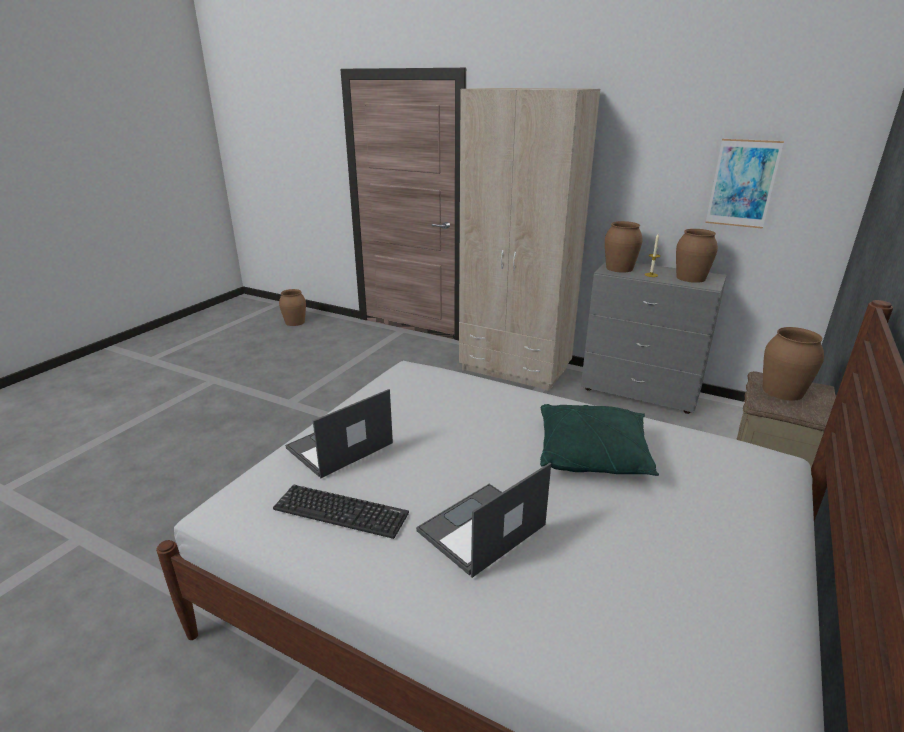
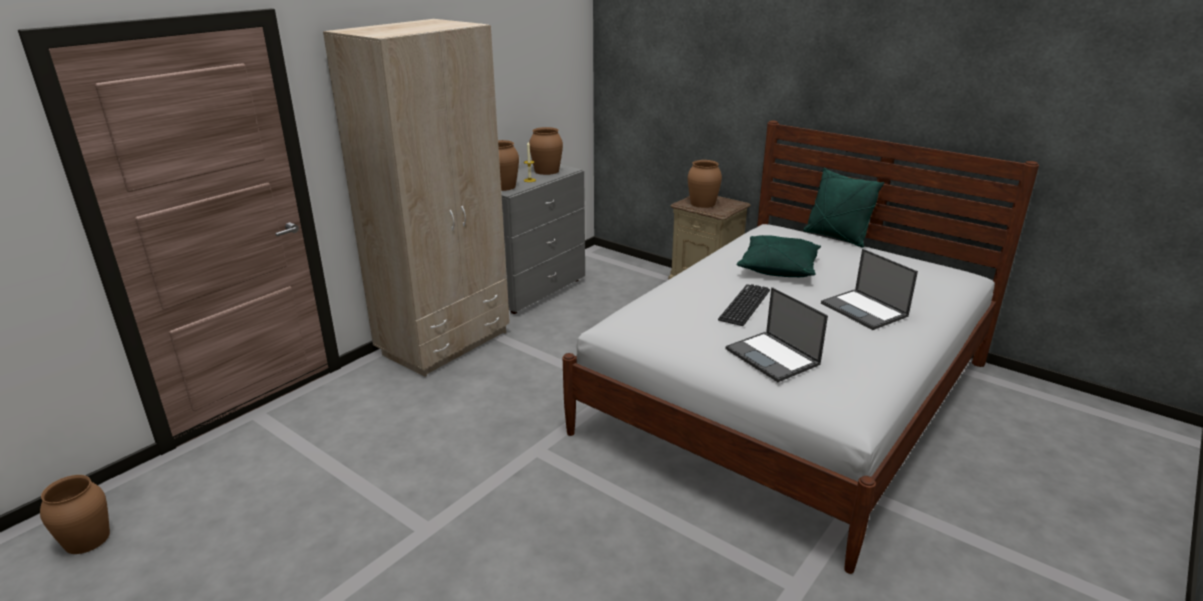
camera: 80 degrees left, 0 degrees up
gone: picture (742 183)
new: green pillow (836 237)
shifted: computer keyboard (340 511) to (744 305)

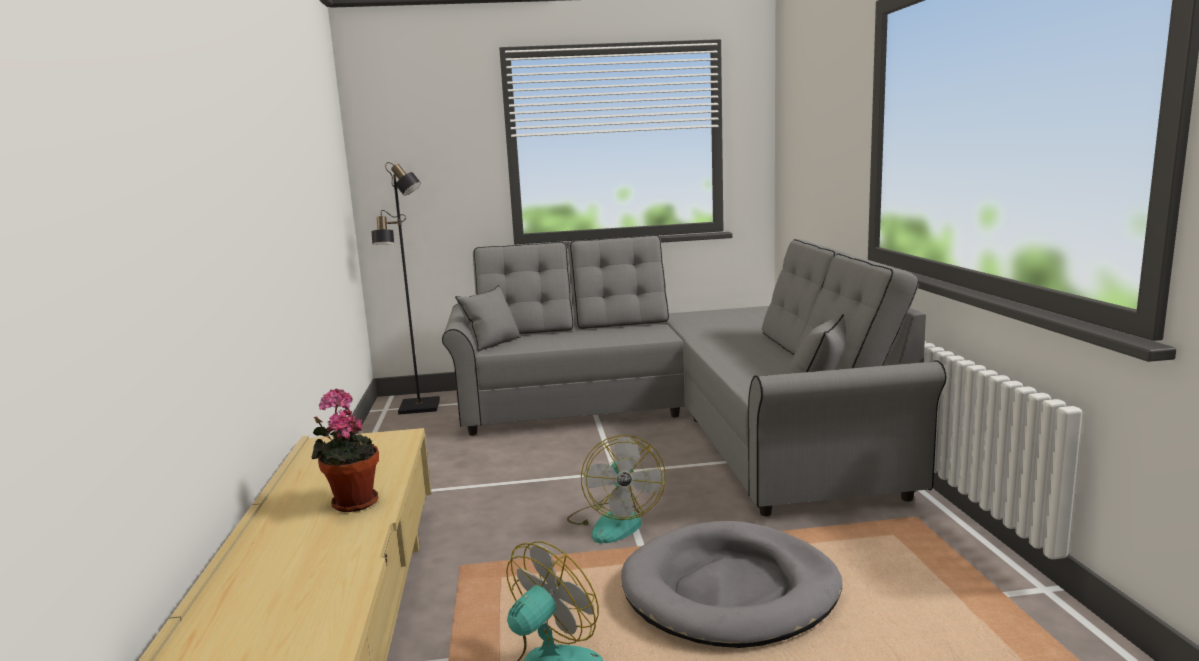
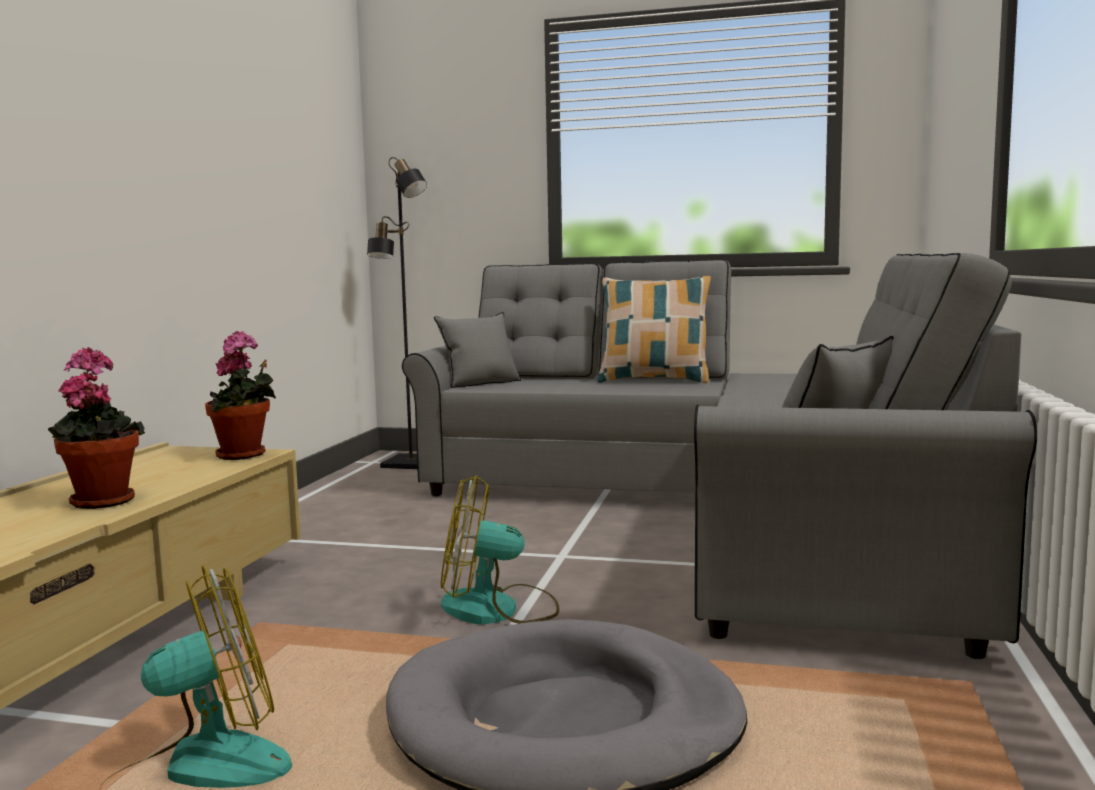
camera: 20 degrees right, 5 degrees down
new: houseplant (244 455); pillow (654 380)
rotated: fan (614 522) = (498 609) 75 degrees clockwise

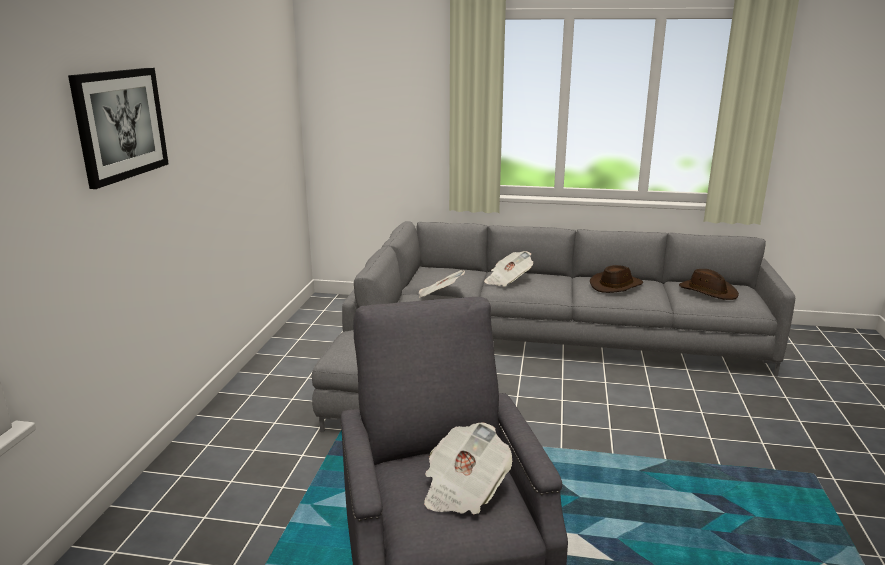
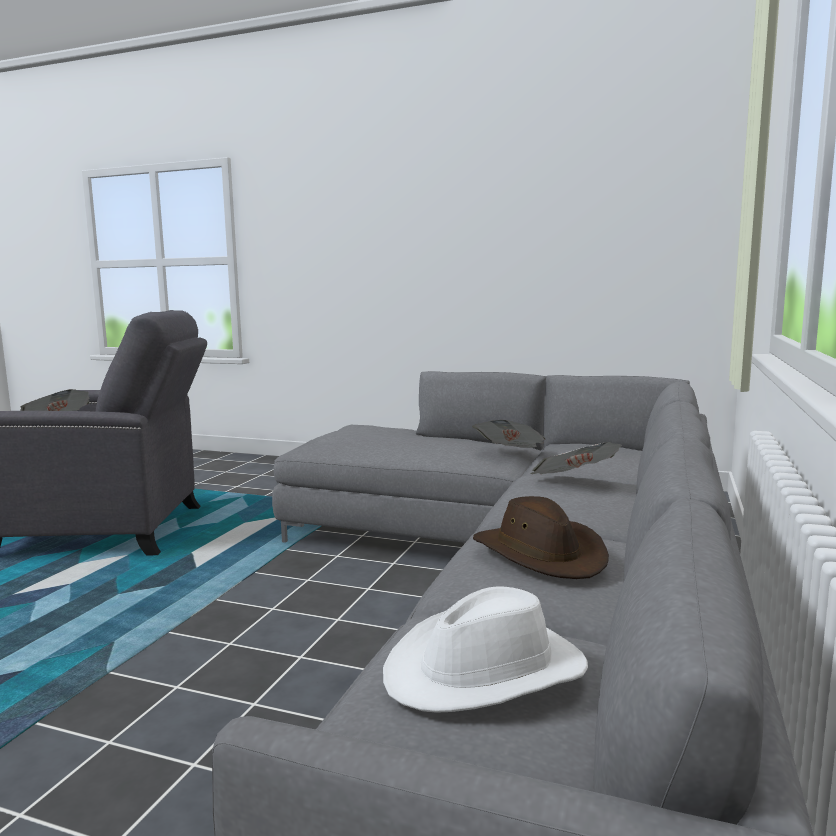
camera: 100 degrees right, 10 degrees down
gone: picture (120 124)
repainted: brownish clothing hat (707 291) to white-coloured clothing hat (486 671)

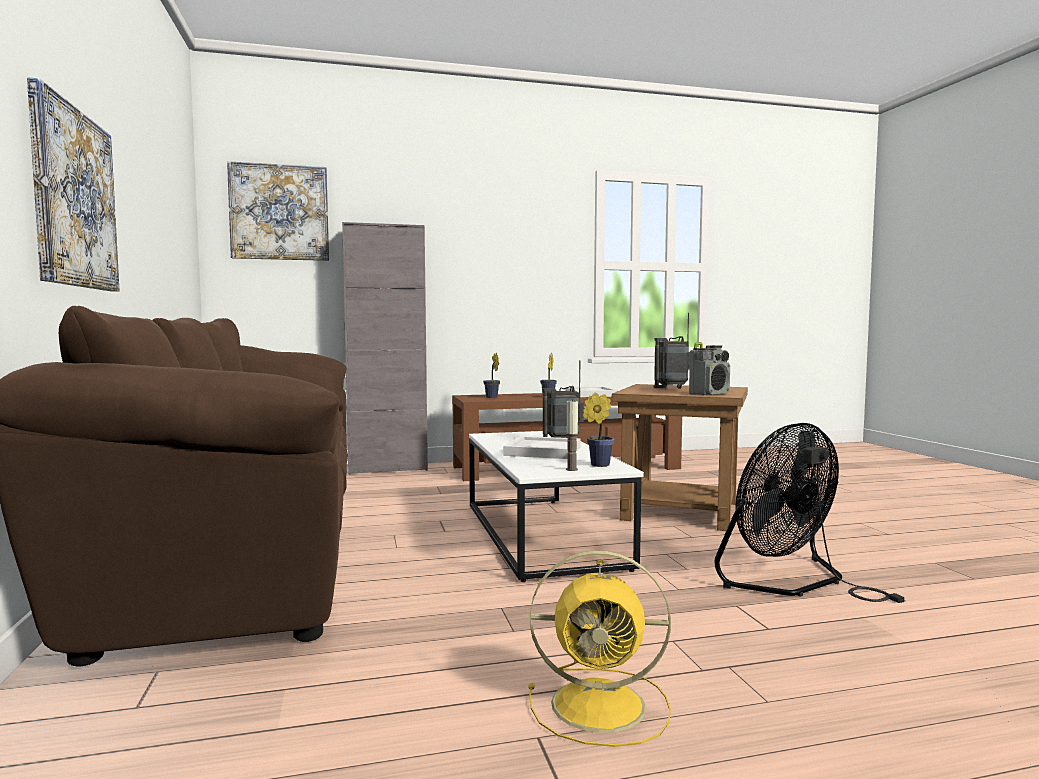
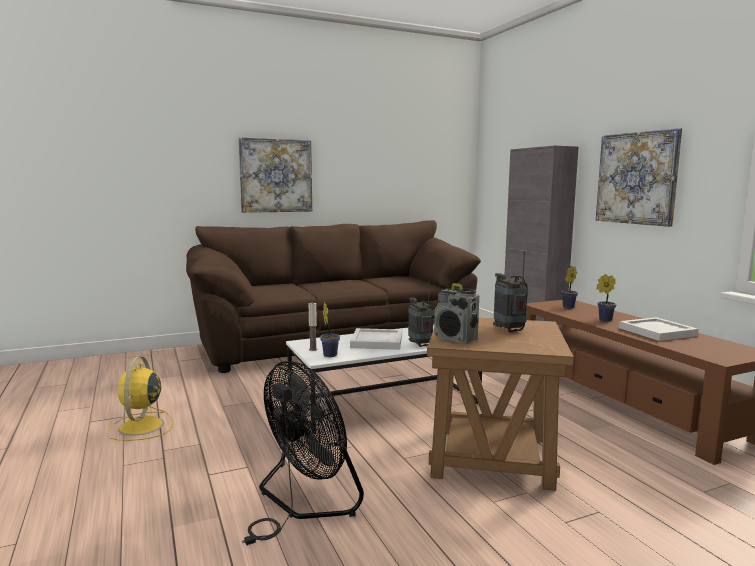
camera: 80 degrees right, 5 degrees up
shifted: picture (279 212) to (637 178)

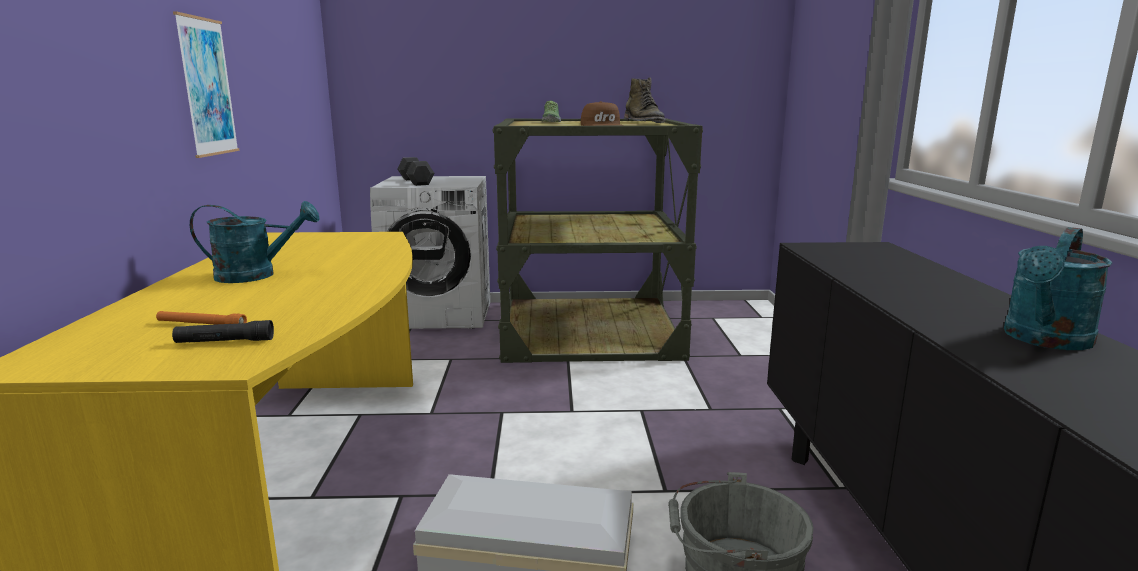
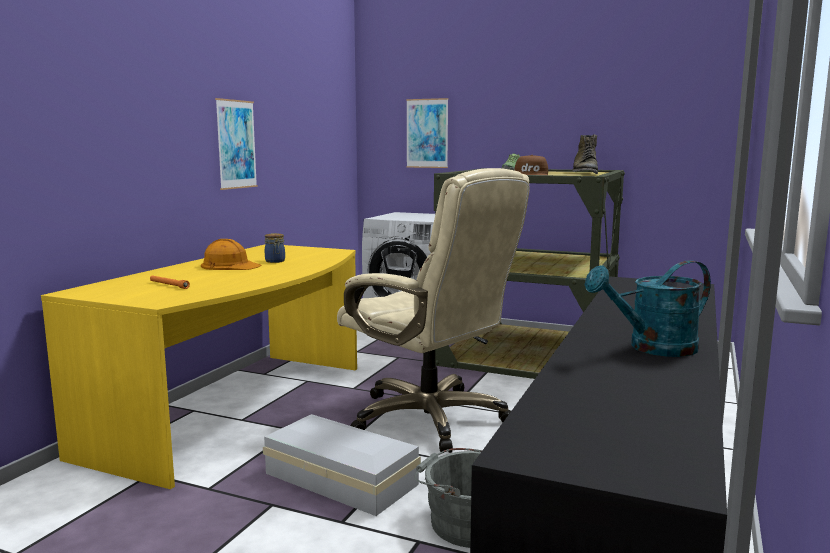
camera: 25 degrees right, 5 degrees down
gone: black-coloured flashlight (224 341); gray dumbbell (416 182)
new: preserve jar (275 261); sand-coloured computer chair (429 418); picture (427 133)
swapped: turquoise-coloured sprinkling can (256 275) to orange-coloured hard hat (230 266)

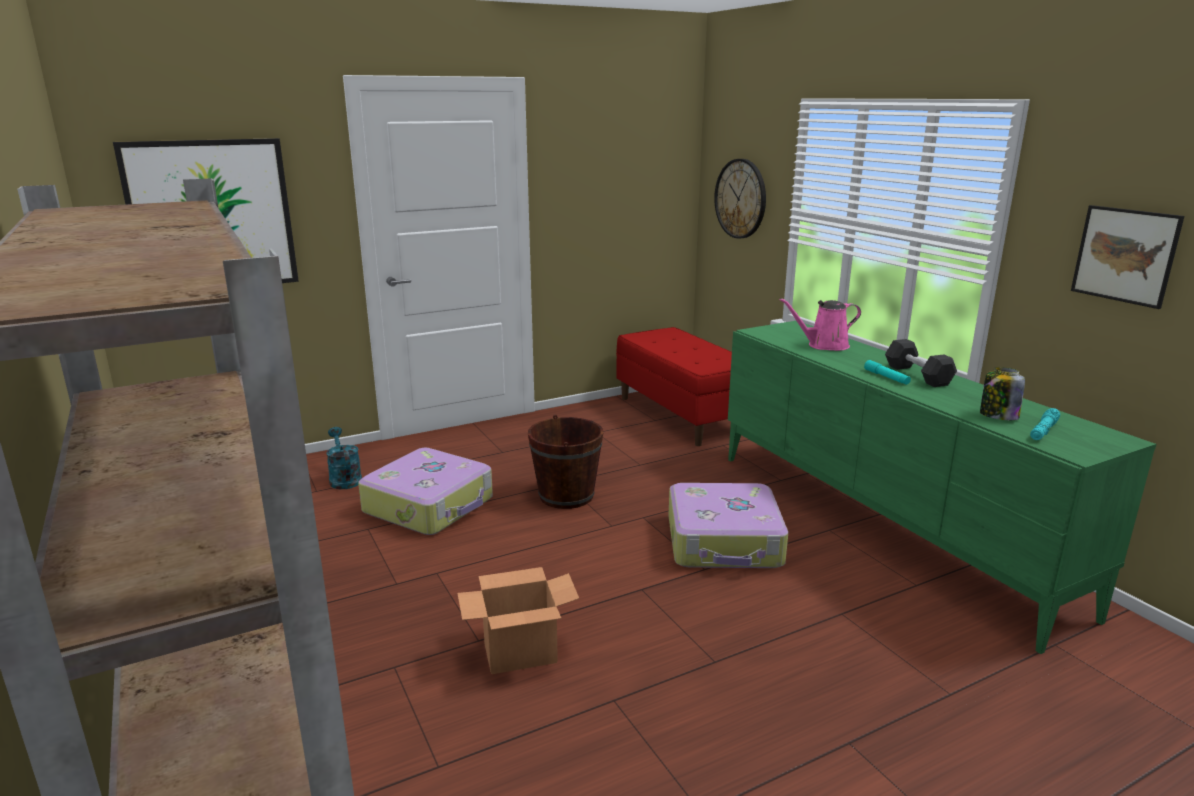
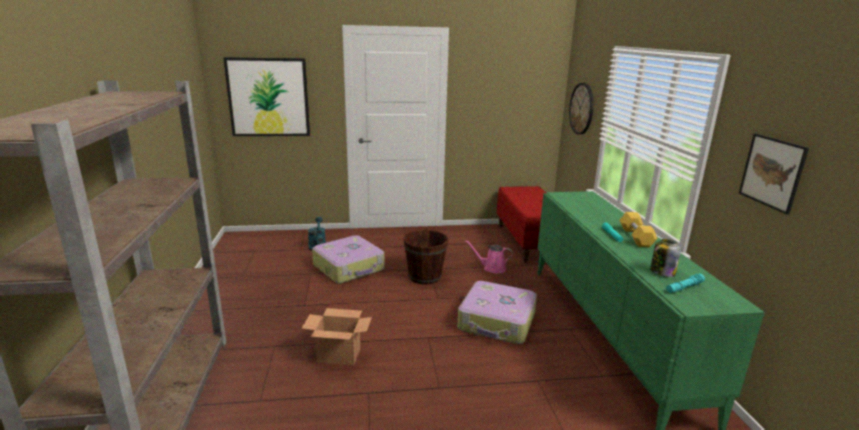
camera: 20 degrees right, 0 degrees up
shifted: pinkish sprinkling can (824 346) to (492 268)
repainted: black-coloured dumbbell (917 375) to yellowish dumbbell (636 237)

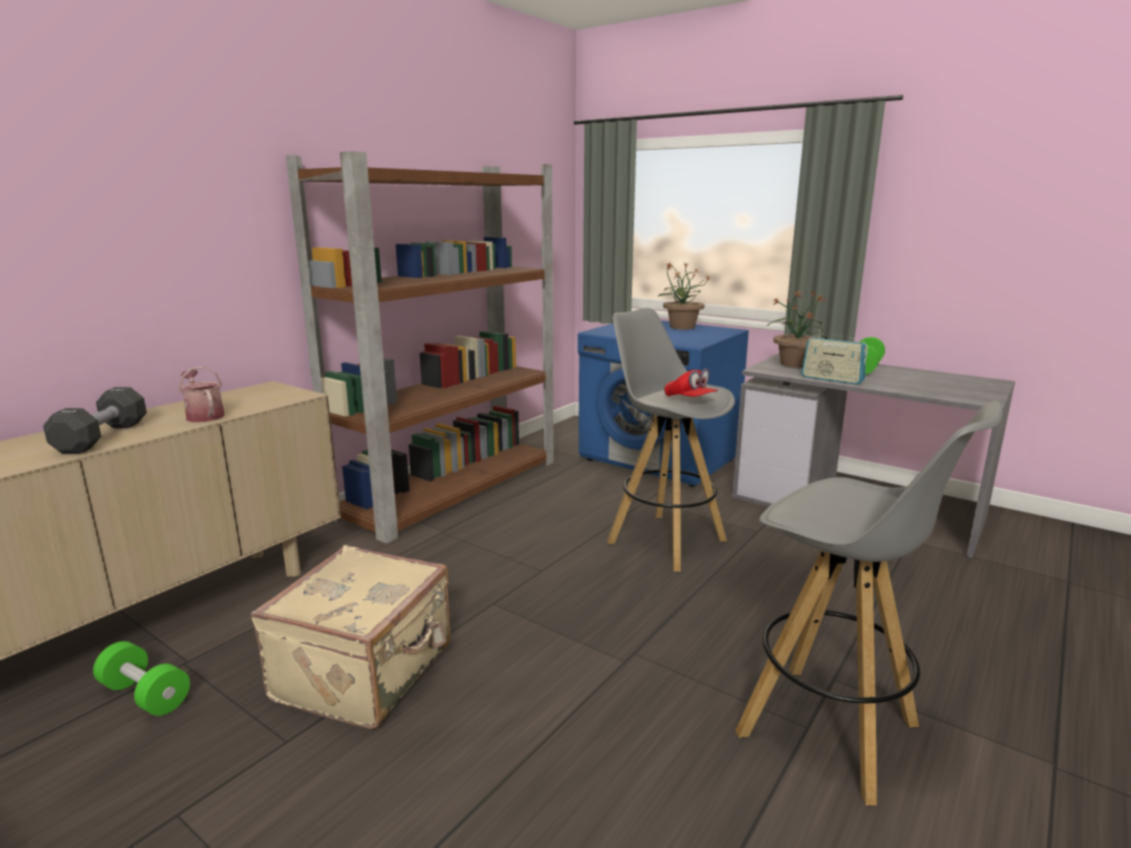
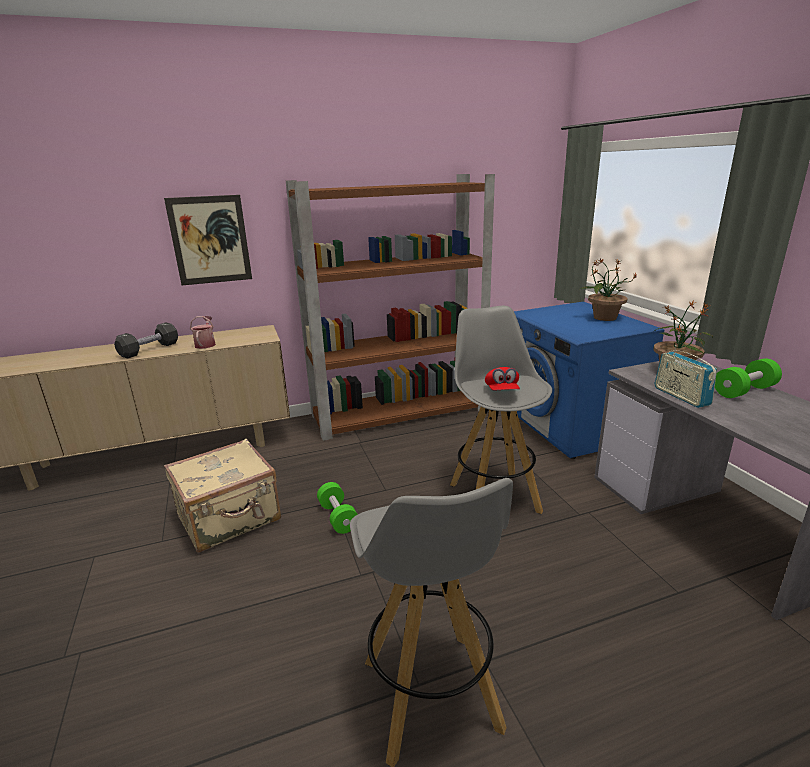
camera: 35 degrees right, 5 degrees up
new: picture (210 240)
shifted: green dumbbell (145 695) to (338 517)

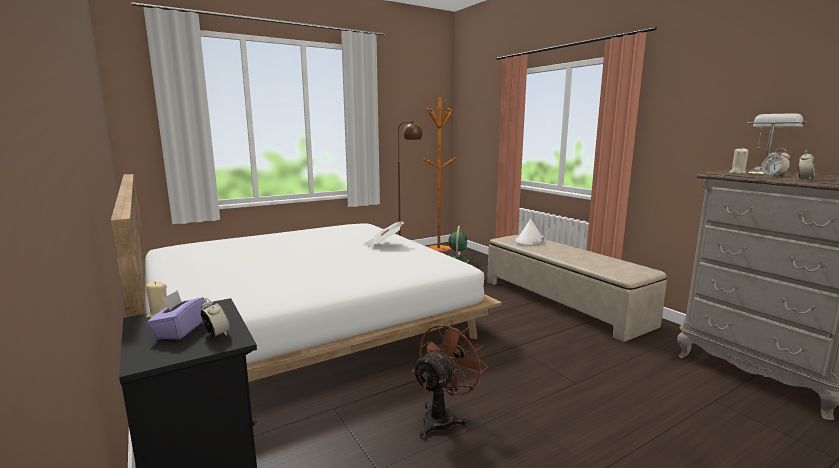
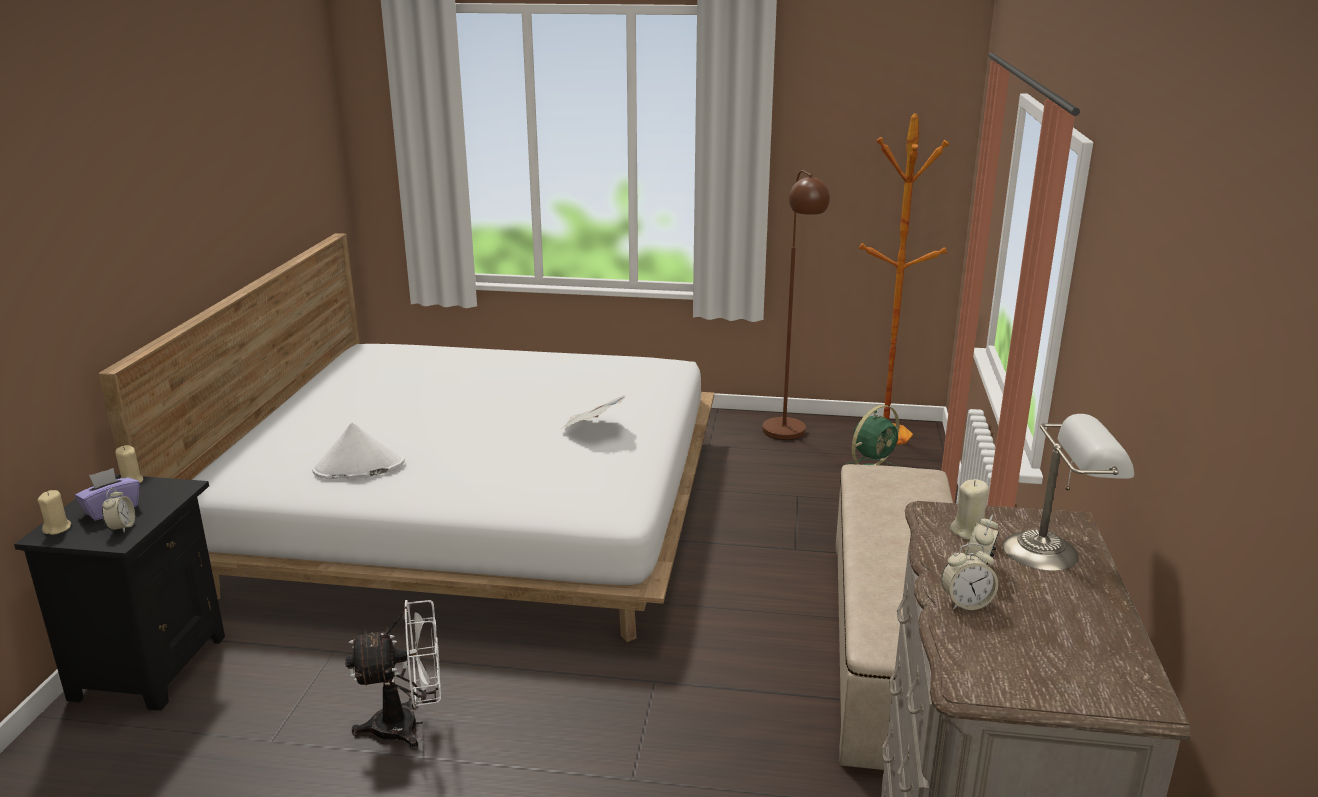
camera: 40 degrees right, 10 degrees up
new: sand-coloured wax light (57 528)
shifted: white-coloured clothing hat (529 241) to (358 467)
repainted: brownish fan (443 417) to white-coloured fan (408 725)

